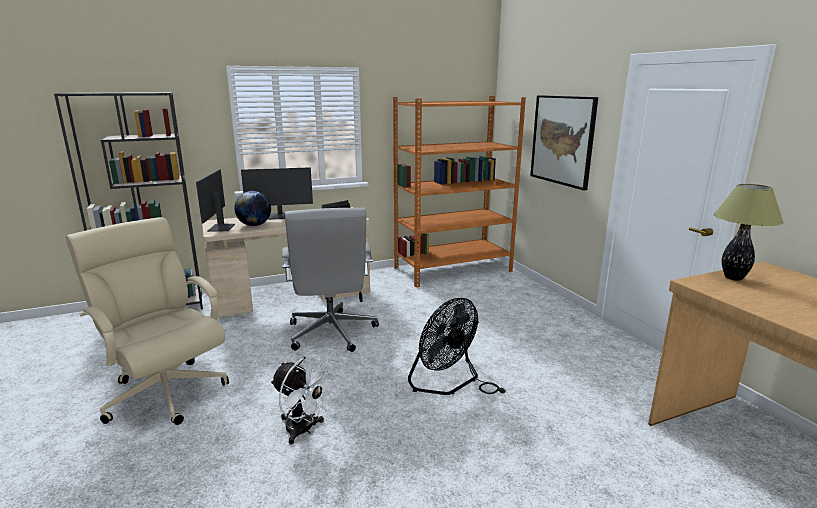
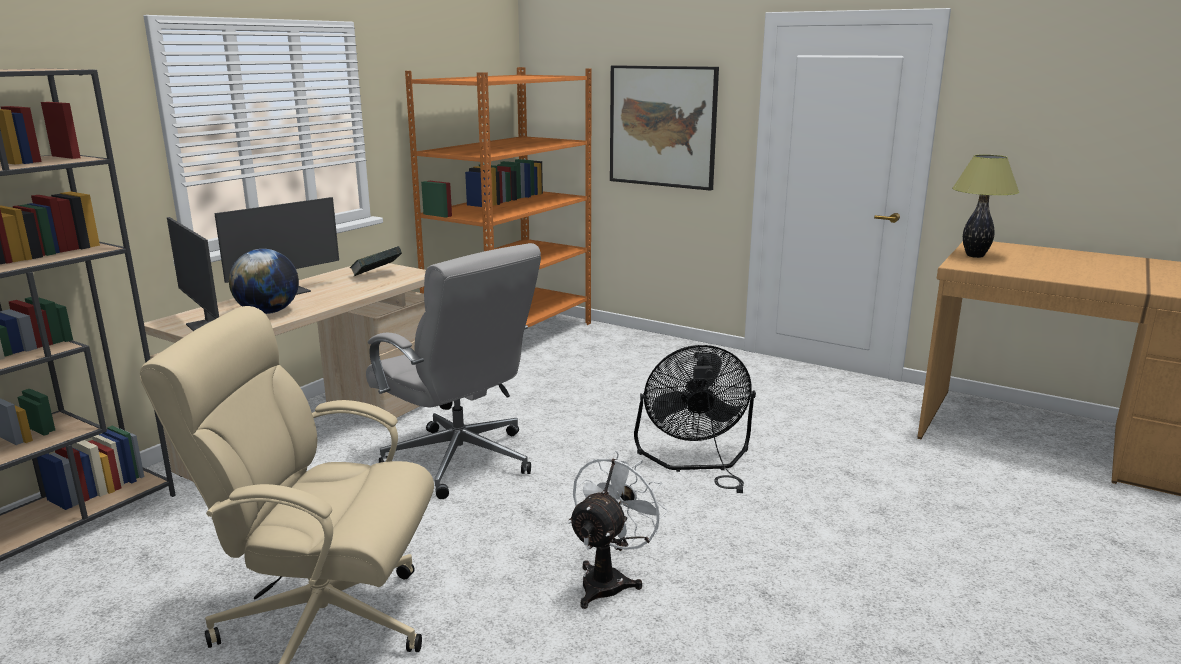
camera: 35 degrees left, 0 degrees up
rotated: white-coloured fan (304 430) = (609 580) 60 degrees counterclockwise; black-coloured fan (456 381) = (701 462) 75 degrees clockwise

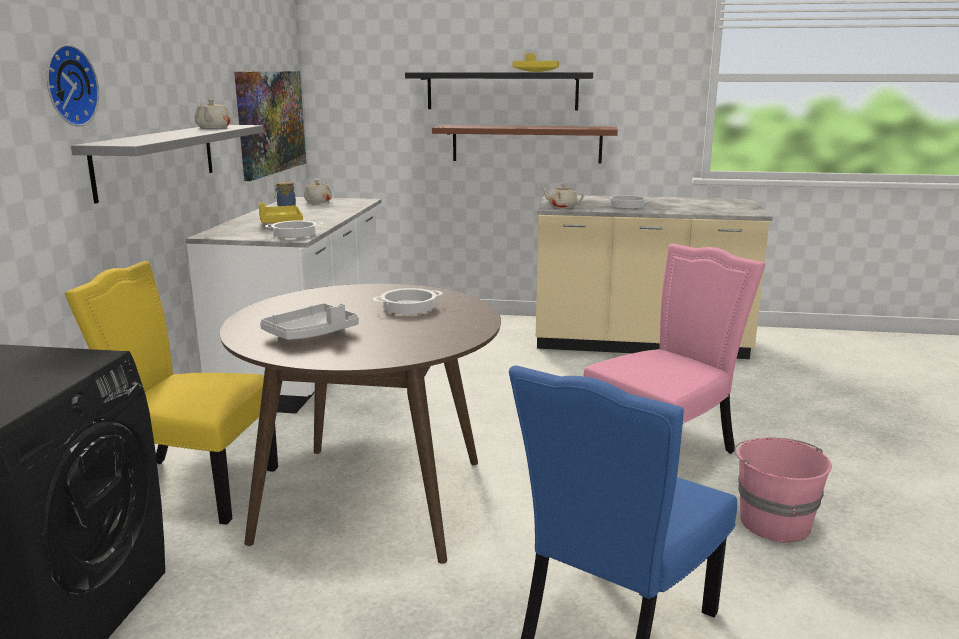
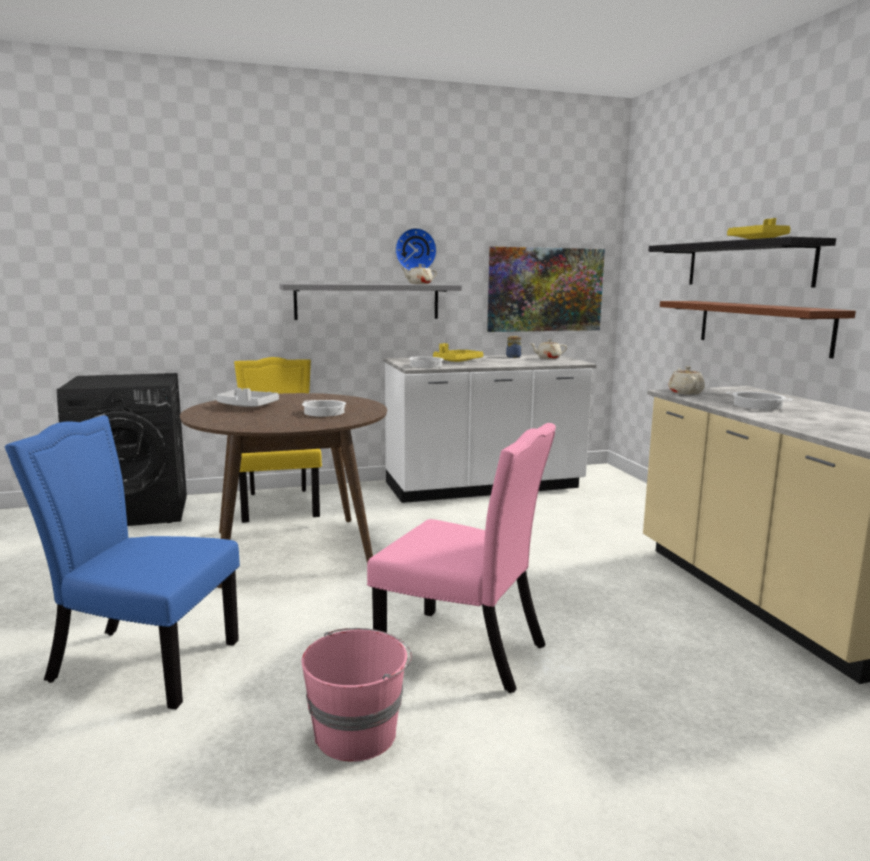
camera: 65 degrees right, 5 degrees down
shifted: clock on the wall (67 86) to (415 250)

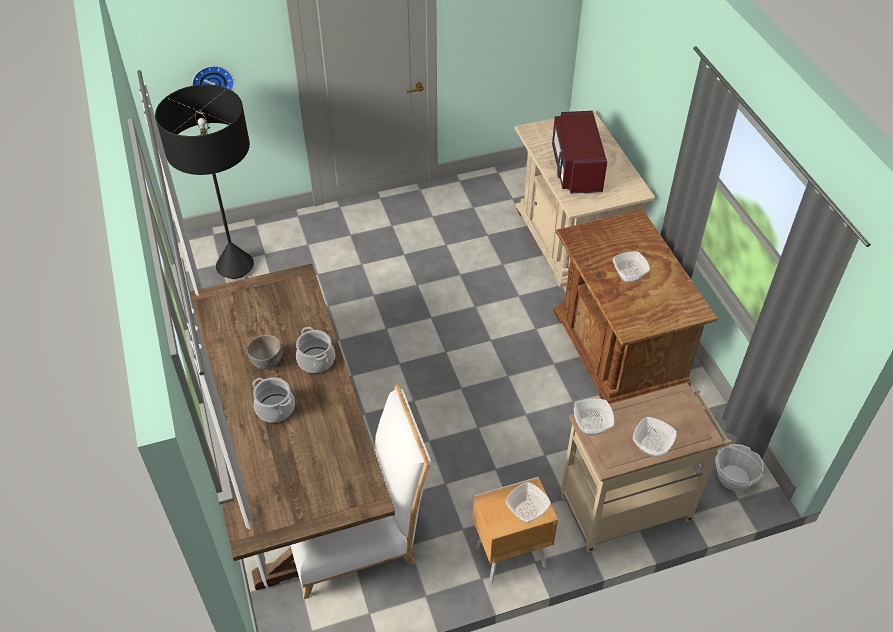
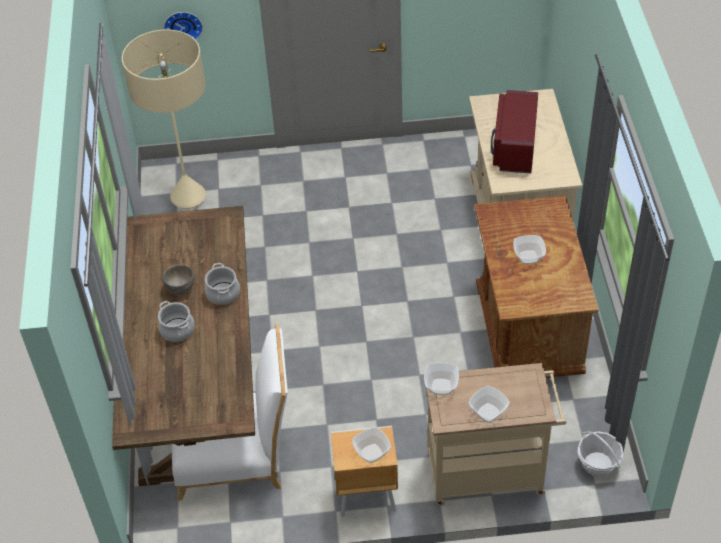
camera: 15 degrees right, 0 degrees up
repainted: black-coloured standard lamp (235 268) to sand-coloured standard lamp (188 199)

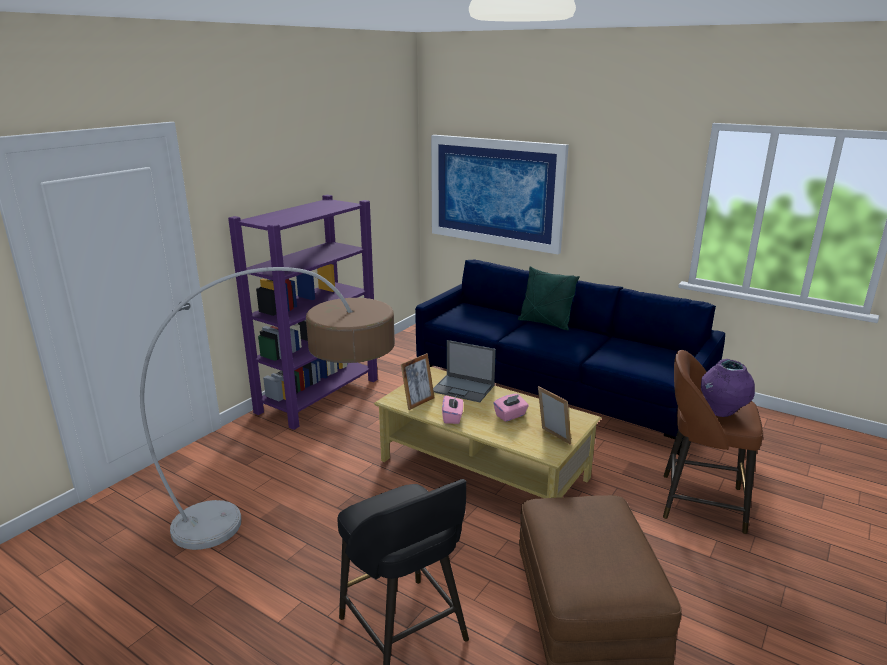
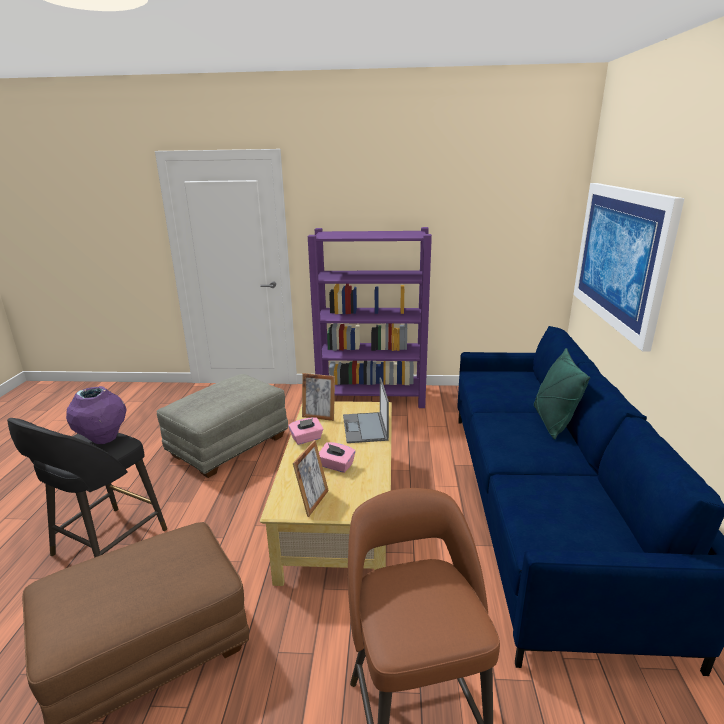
camera: 60 degrees right, 0 degrees up
shifted: purple-coloured vase (721 412) to (103 439)
swapped: standard lamp (299 506) to gray ottoman (228 445)

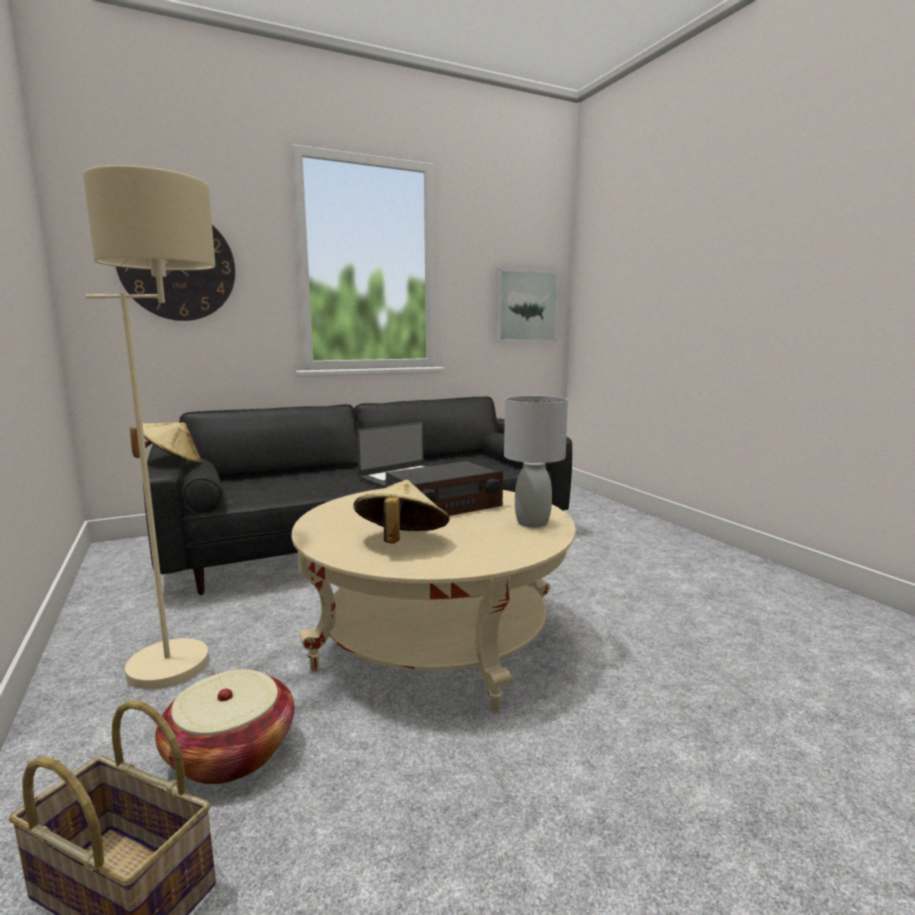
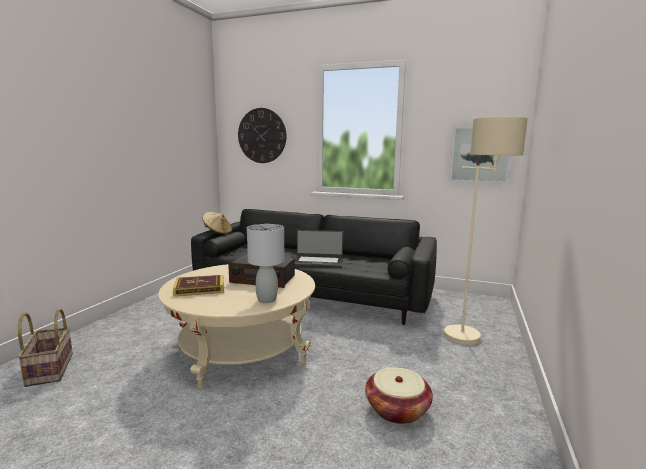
camera: 45 degrees right, 0 degrees up
shifted: sand-coloured standard lamp (190 668) to (471 340); basket (231 753) to (397 409)
swapped: sand-coloured clothing hat (401 542) to volume (199 288)

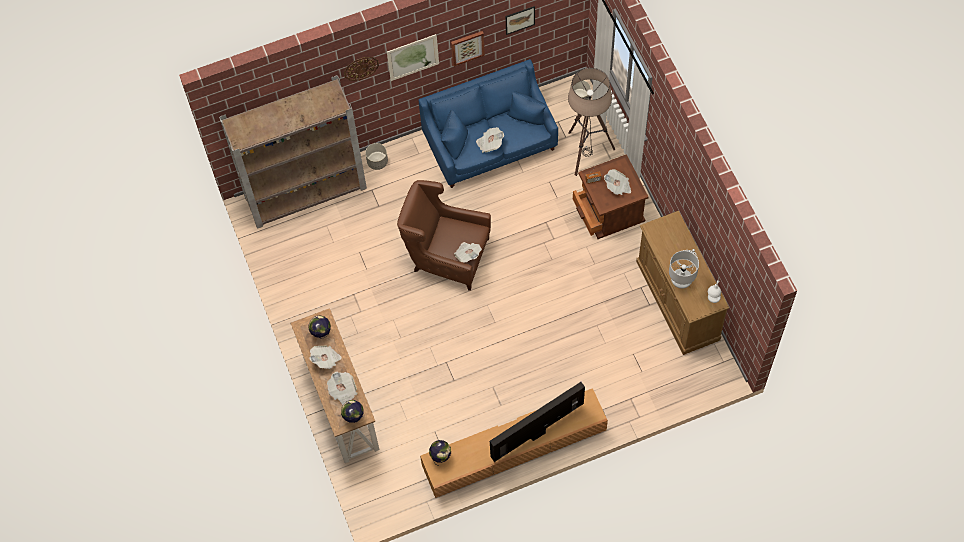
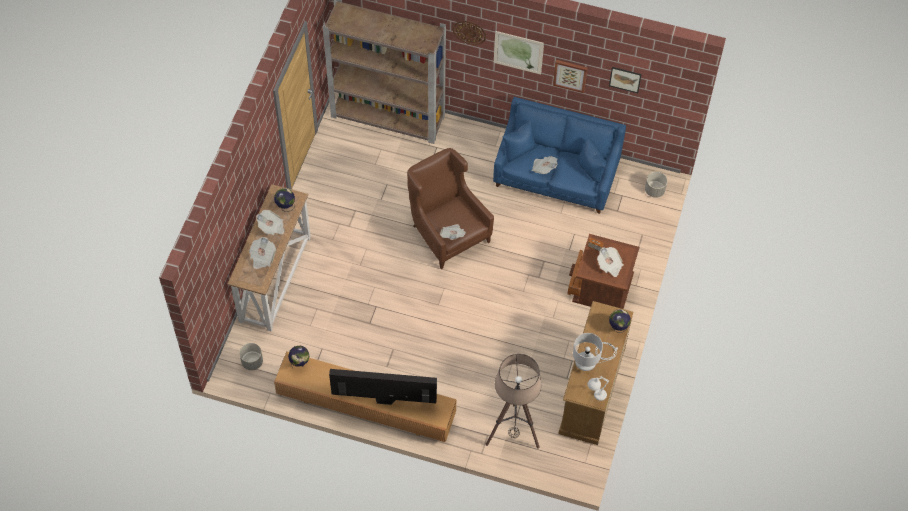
camera: 35 degrees right, 5 degrees down
shifted: world globe (353 417) to (618 328); gray flower pot (377 162) to (252 362); standard lamp (586 152) to (512 432)

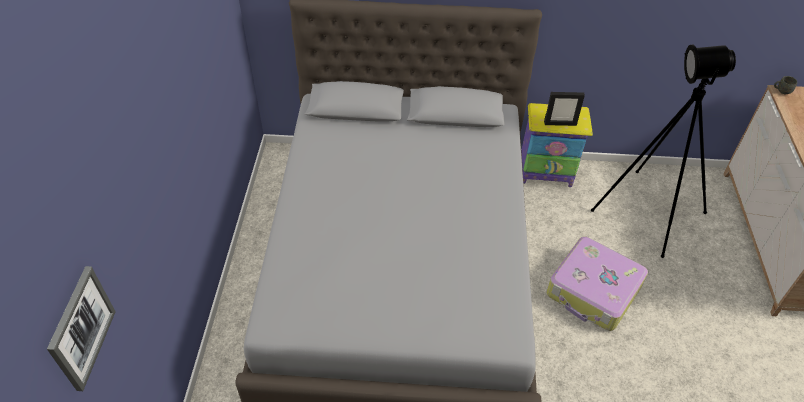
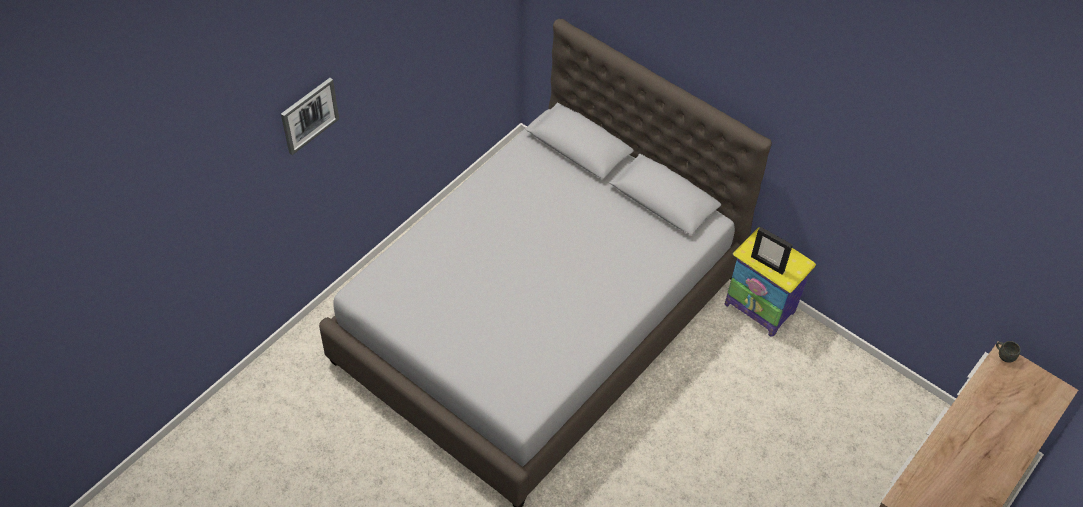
camera: 35 degrees right, 5 degrees up
gone: piece of luggage (593 291); black-coloured standard lamp (648 212)
shifted: picture (80 328) to (309 115)

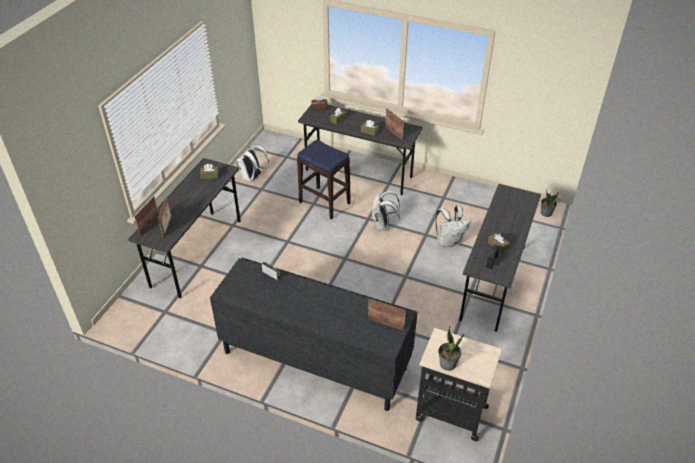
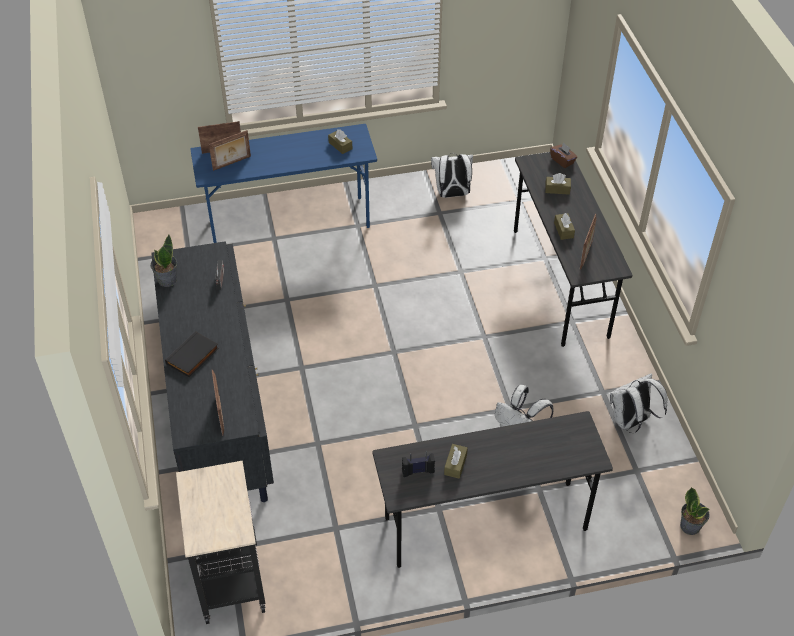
camera: 55 degrees right, 5 degrees up
gone: sitting stool (324 203)
new: black-coloured volume (193 357)
shifted: white-coloured rucksack (382 226) to (631 422); houseplant (447 364) to (167 280)
repainted: gray desk unit (197 252) to bluish desk unit (290 223)

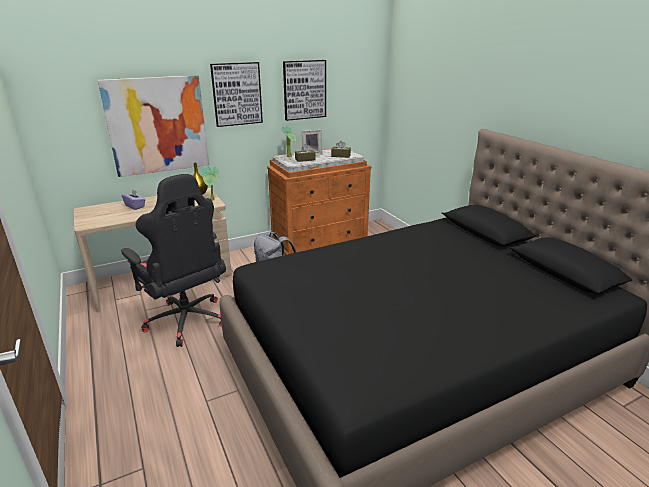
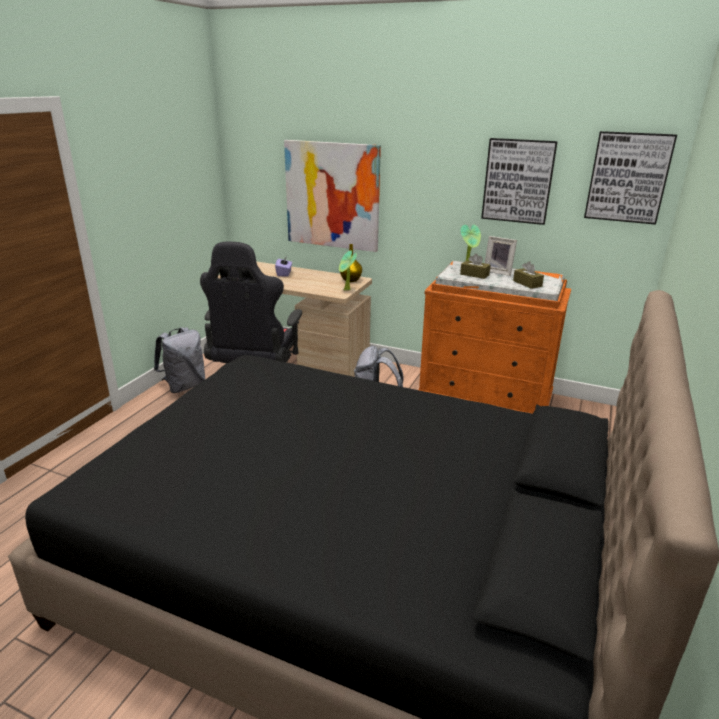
camera: 50 degrees right, 0 degrees up
new: gray rucksack (184 386)
shifted: picture (237 94) to (628 177)

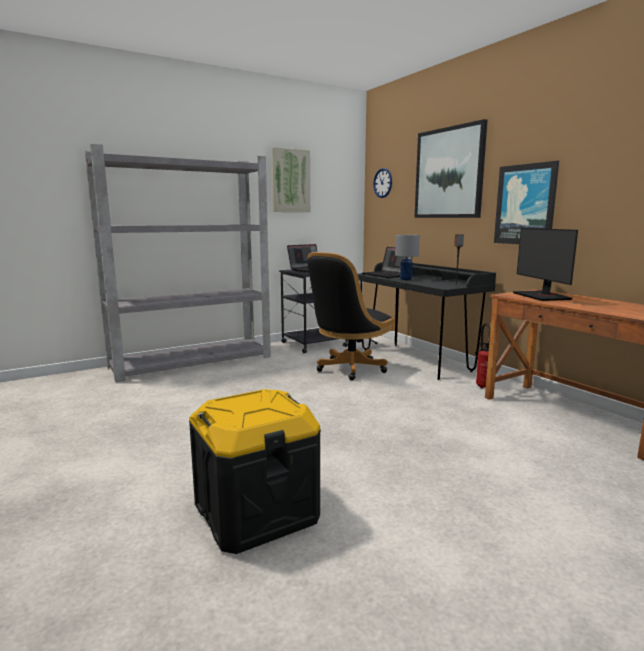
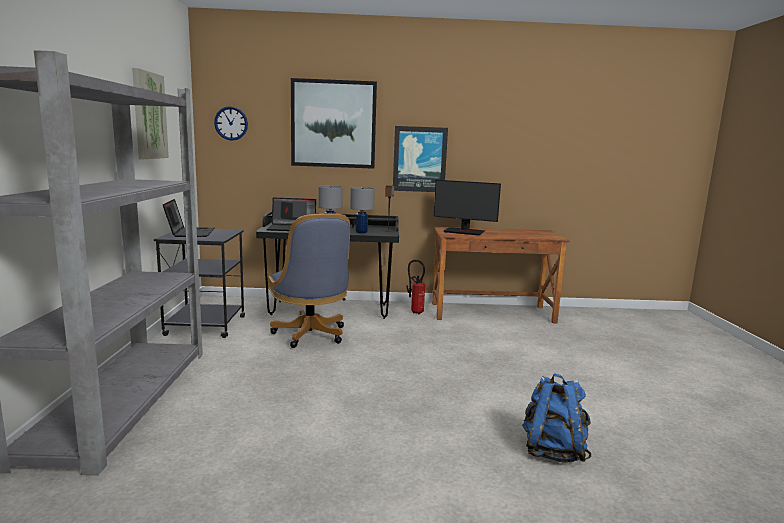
camera: 60 degrees left, 0 degrees up
new: gray lamp for a table (361 232)
swapped: black-coloured storage container (256 511) to bluish rucksack (552 451)
repainted: black-coloured computer chair (348 370) to bluish computer chair (312 337)

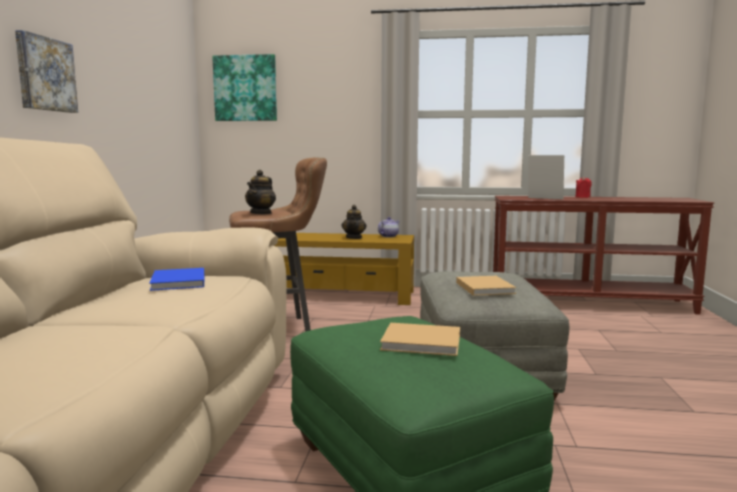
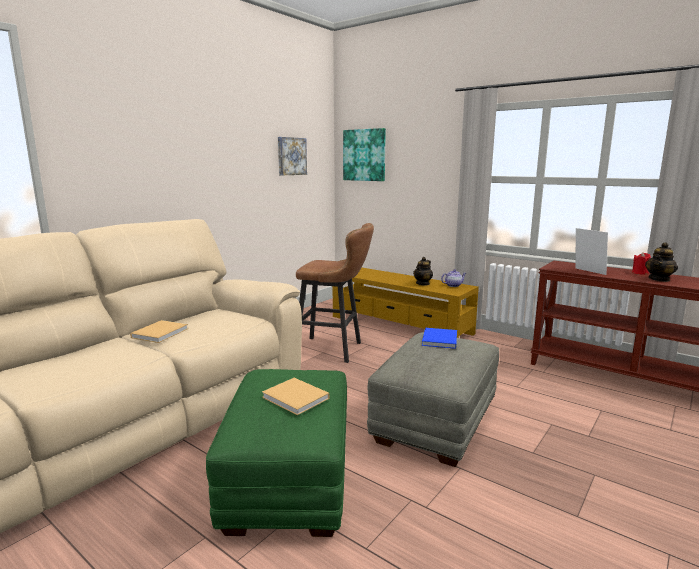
camera: 30 degrees right, 5 degrees up
shifted: picture (45 74) to (291 156); bluish volume (178 282) to (439 340); tea pot (261 213) to (659 279); sand-coloured volume (484 287) to (161 332)

